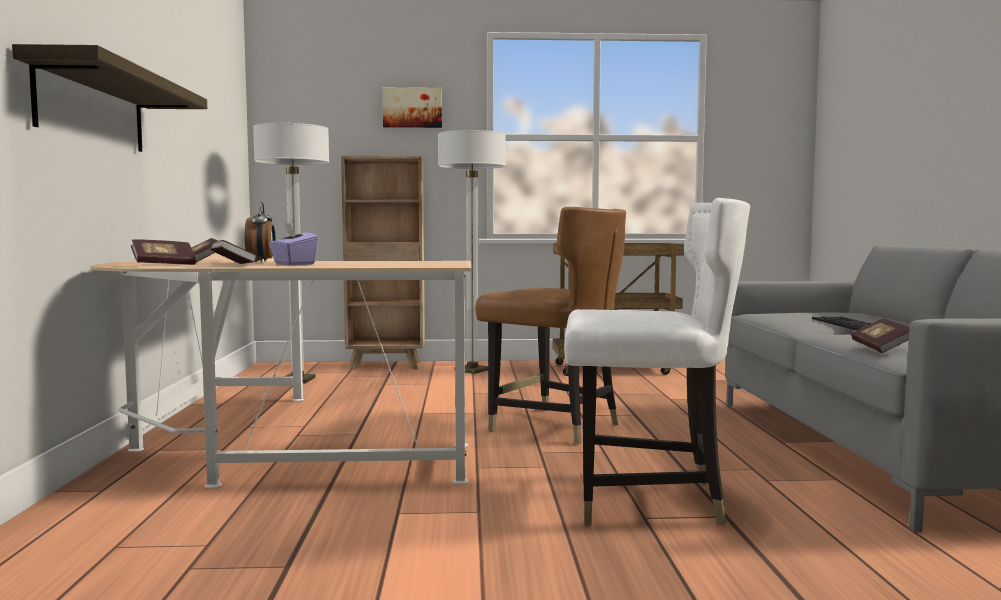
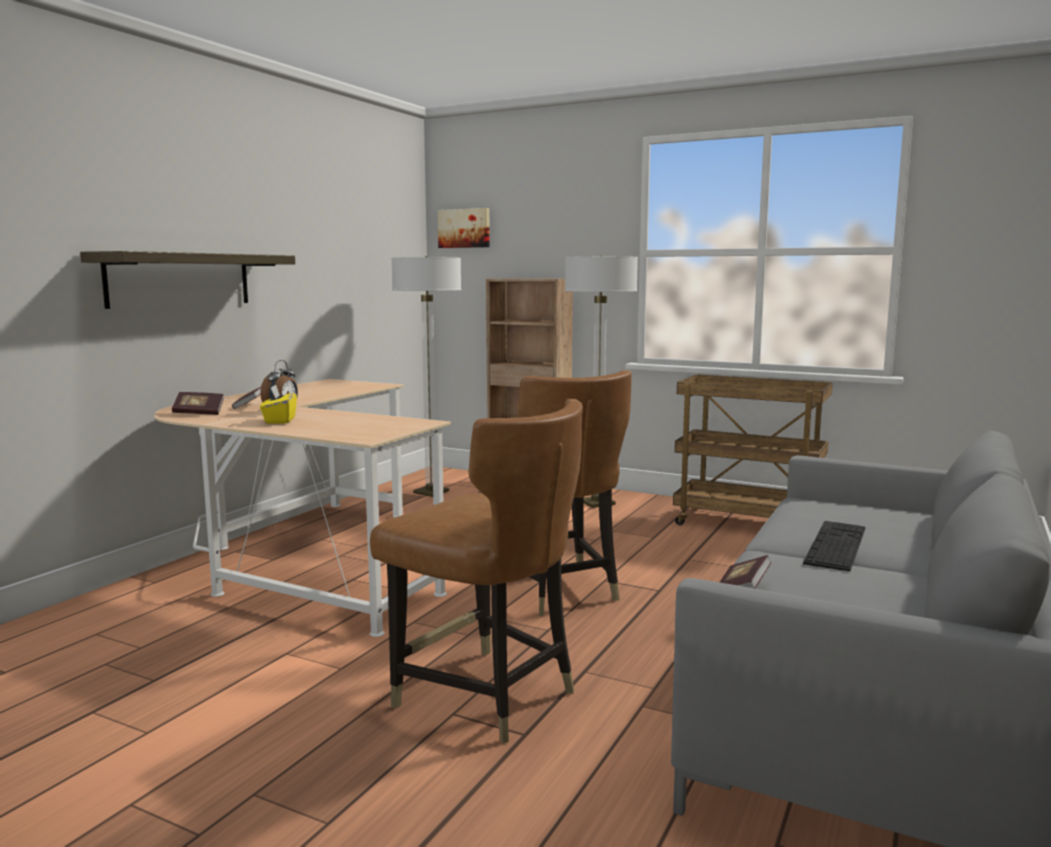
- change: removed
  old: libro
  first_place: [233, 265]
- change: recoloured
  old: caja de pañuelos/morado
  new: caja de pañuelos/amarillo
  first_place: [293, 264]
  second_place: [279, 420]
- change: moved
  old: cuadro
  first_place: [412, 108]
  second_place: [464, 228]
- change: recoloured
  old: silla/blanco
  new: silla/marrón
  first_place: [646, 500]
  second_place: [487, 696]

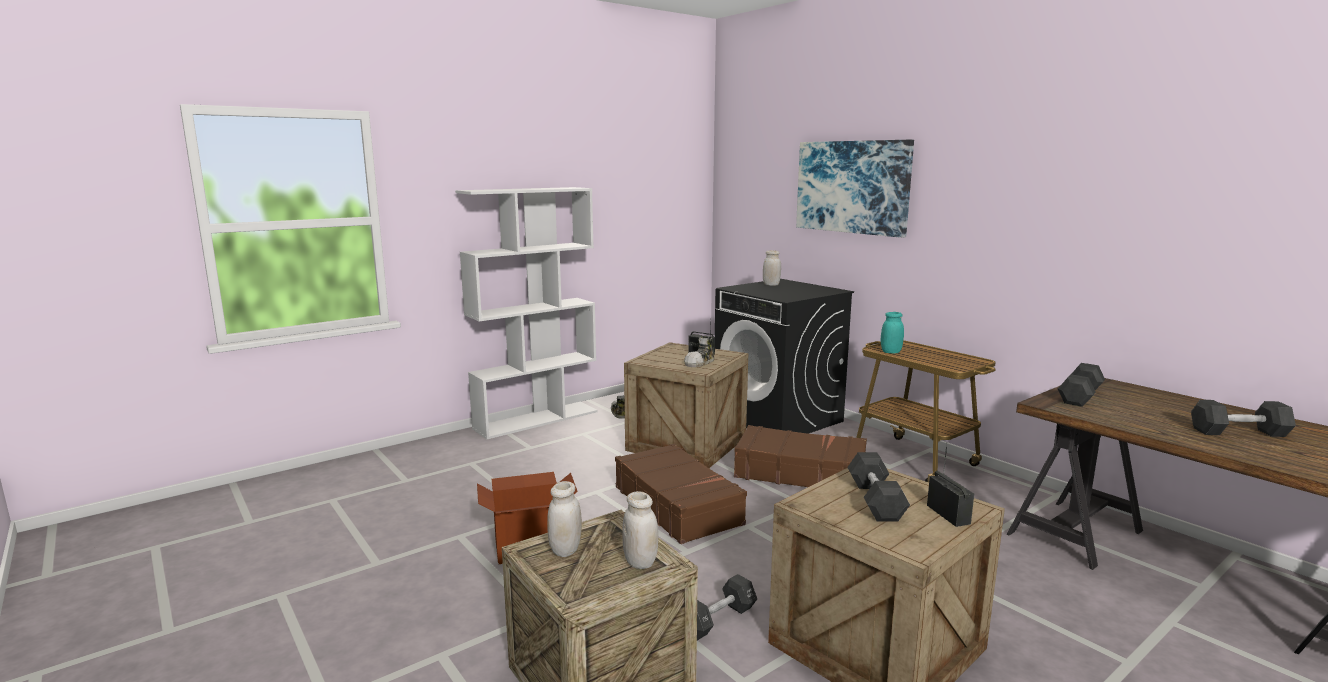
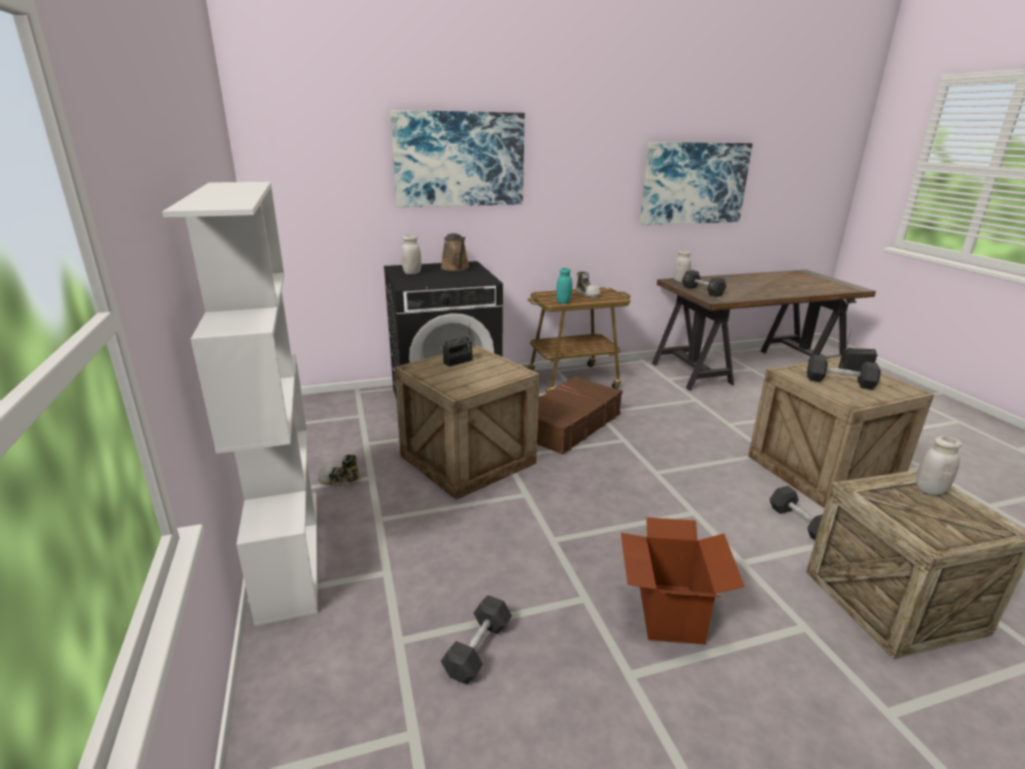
- change: moved
  old: tarro/blanco
  first_place: [565, 550]
  second_place: [680, 281]
- change: removed
  old: maleta/marrón
  first_place: [678, 505]
- change: moved
  old: zapato
  first_place: [700, 362]
  second_place: [587, 293]
- change: moved
  old: mancuerna/negro
  first_place: [1239, 432]
  second_place: [478, 649]
- change: added
  new: regadera/marrón
  second_place: [456, 268]
- change: added
  new: cuadro
  second_place: [694, 183]

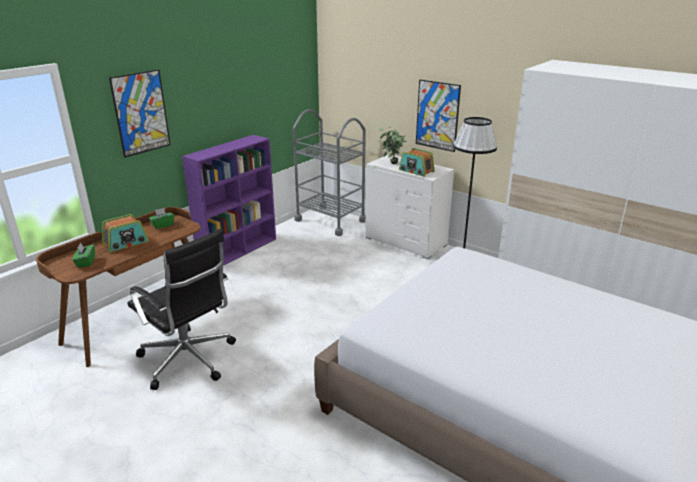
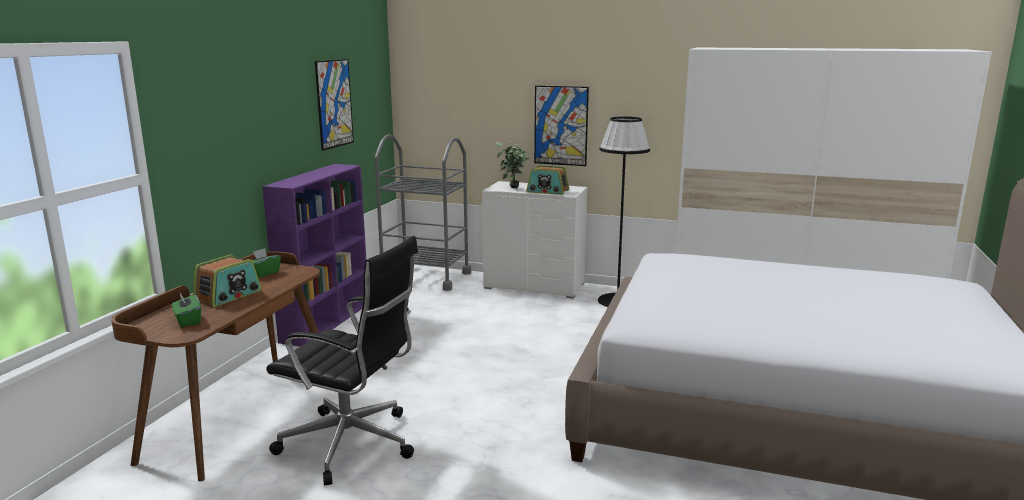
- change: moved
  old: cuadro
  first_place: [141, 113]
  second_place: [334, 103]

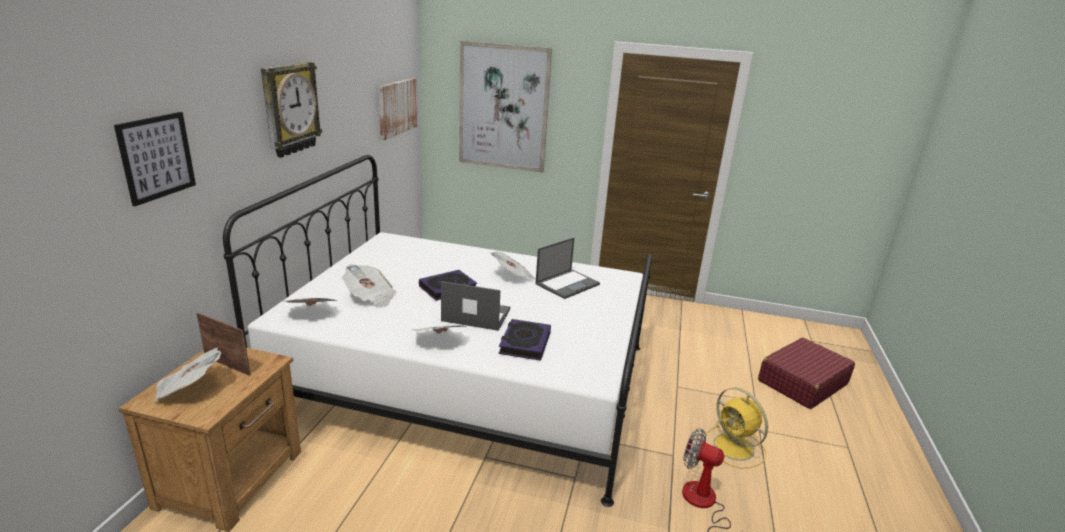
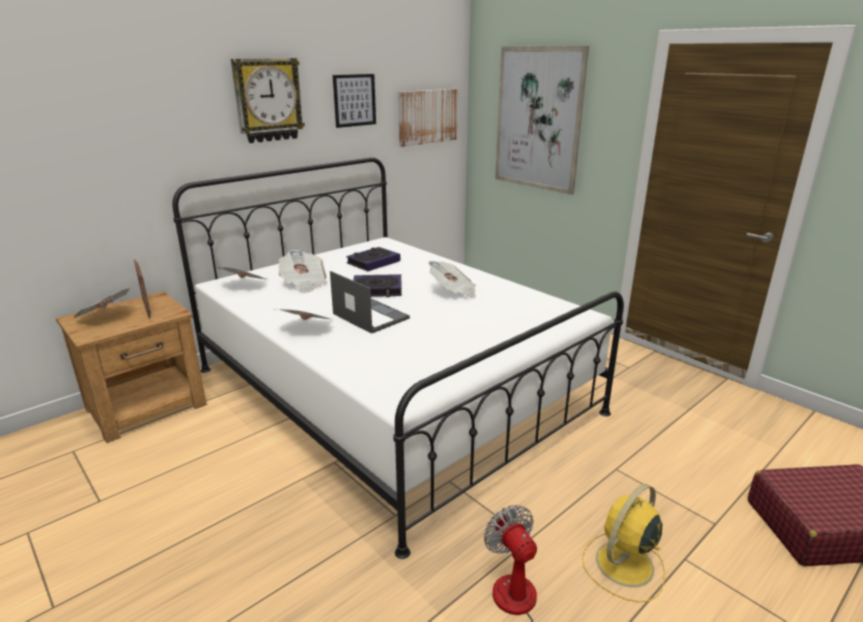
- change: moved
  old: cuadro
  first_place: [157, 157]
  second_place: [354, 100]
- change: moved
  old: libro
  first_place: [524, 343]
  second_place: [373, 262]
- change: removed
  old: portátil
  first_place: [567, 284]
- change: turned
  old: ventilador/amarillo
  first_place: [735, 448]
  second_place: [623, 565]
  degrees: 45

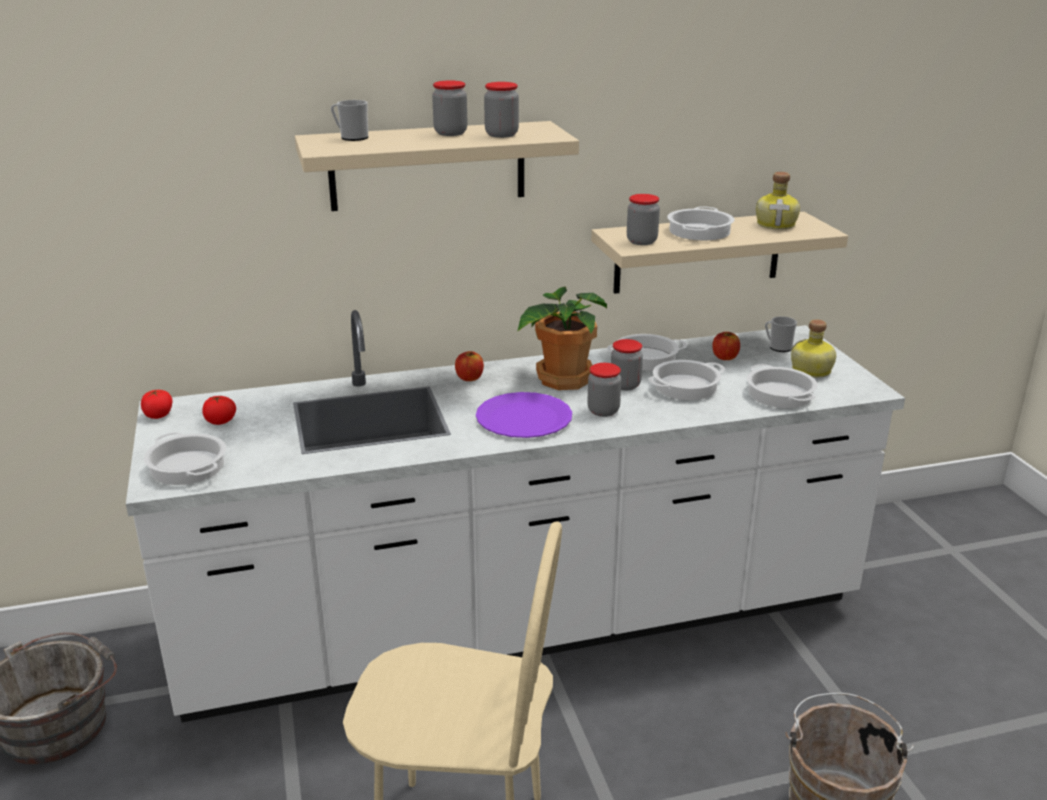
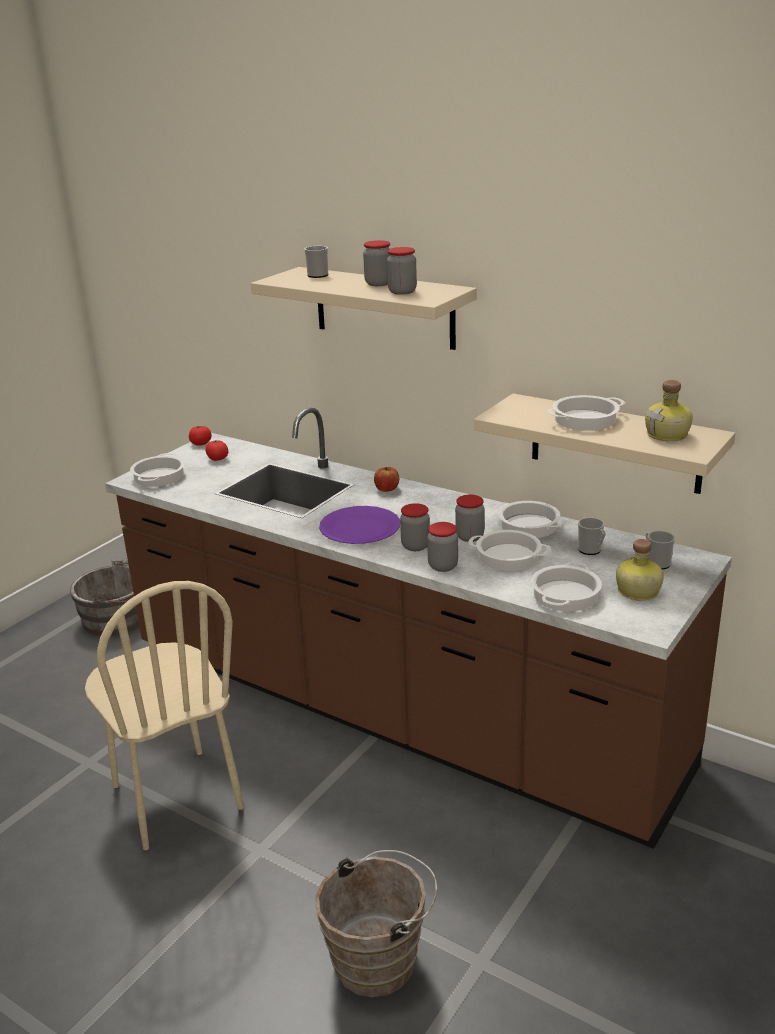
- change: recoloured
  old: mueble bajo de cocina/blanco
  new: mueble bajo de cocina/marrón
  first_place: [523, 622]
  second_place: [395, 709]
- change: removed
  old: planta en maceta
  first_place: [562, 379]
- change: moved
  old: tarro
  first_place: [641, 241]
  second_place: [443, 566]
- change: replaced
  old: manzana
  new: taza grande
  first_place: [725, 357]
  second_place: [591, 550]

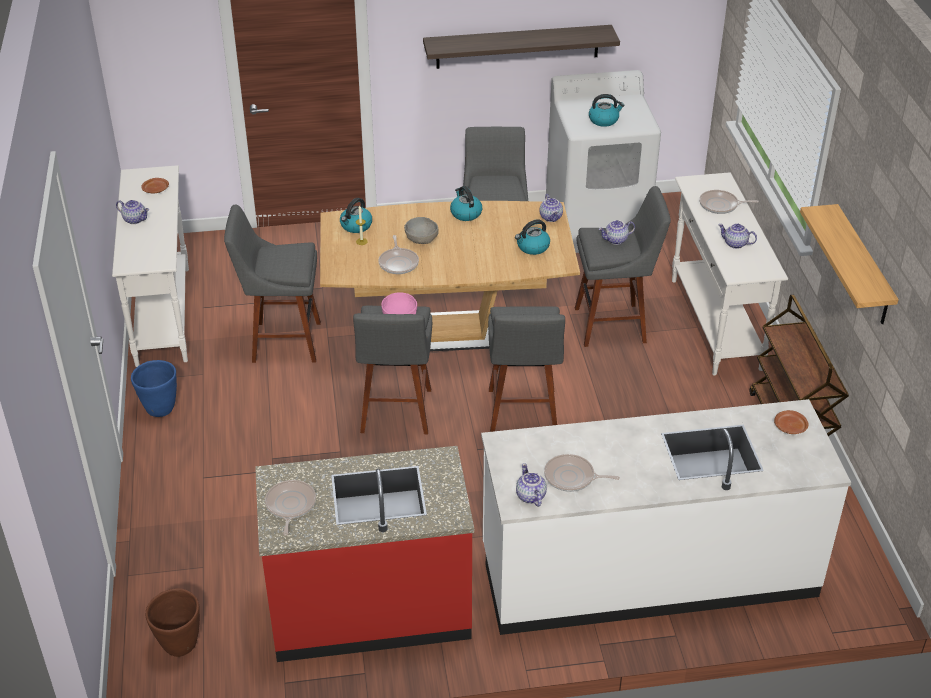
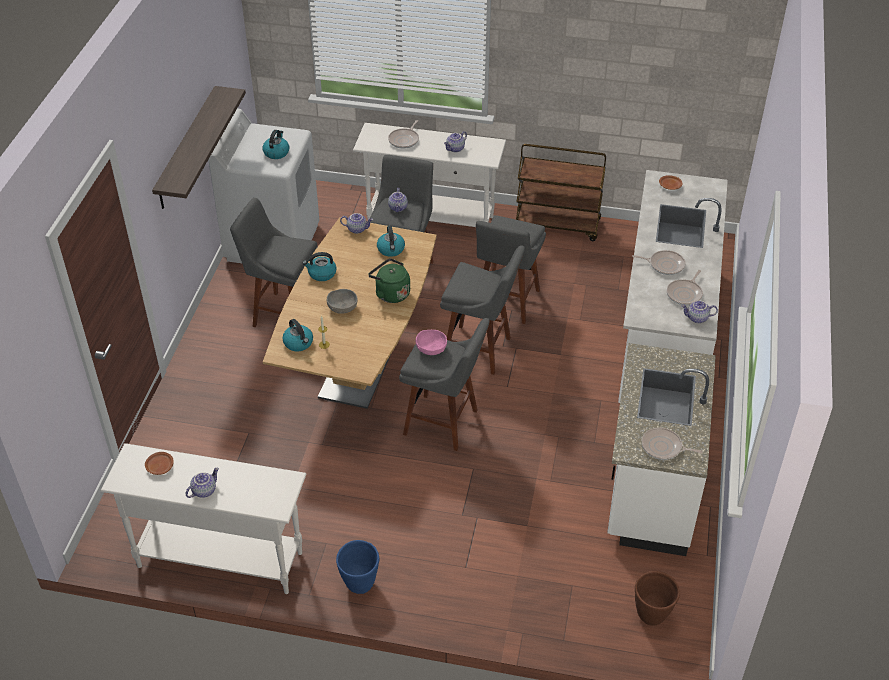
- change: moved
  old: taburete/gris
  first_place: [282, 342]
  second_place: [506, 303]
- change: recoloured
  old: mueble bajo de cocina/rojo
  new: mueble bajo de cocina/blanco
  first_place: [370, 608]
  second_place: [650, 489]
- change: moved
  old: sartén
  first_place: [398, 263]
  second_place: [664, 265]
- change: removed
  old: estante
  first_place: [863, 267]
- change: added
  new: hervidor/verde
  second_place: [391, 293]

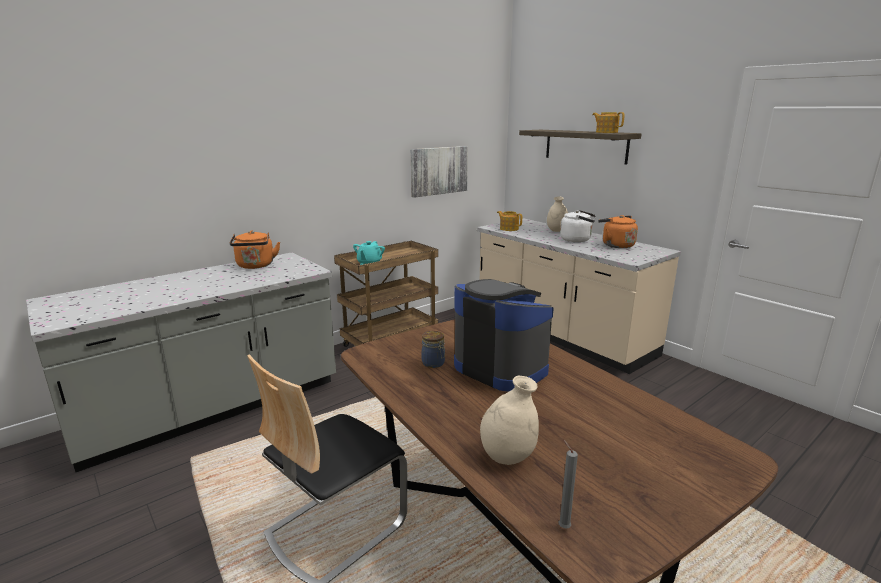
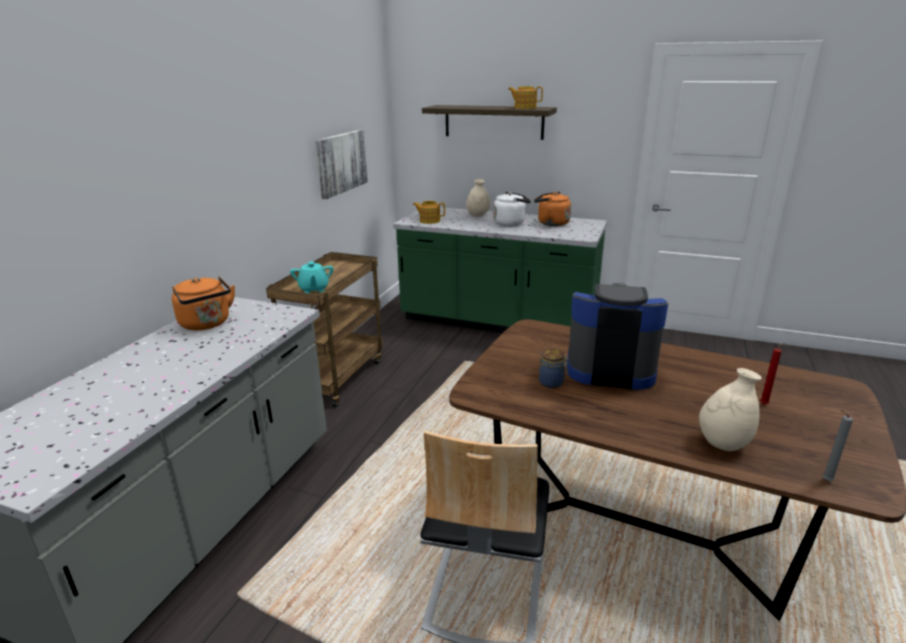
- change: recoloured
  old: mueble bajo de cocina/beis
  new: mueble bajo de cocina/verde
  first_place: [561, 334]
  second_place: [498, 322]
- change: added
  new: vela/rojo
  second_place: [765, 404]

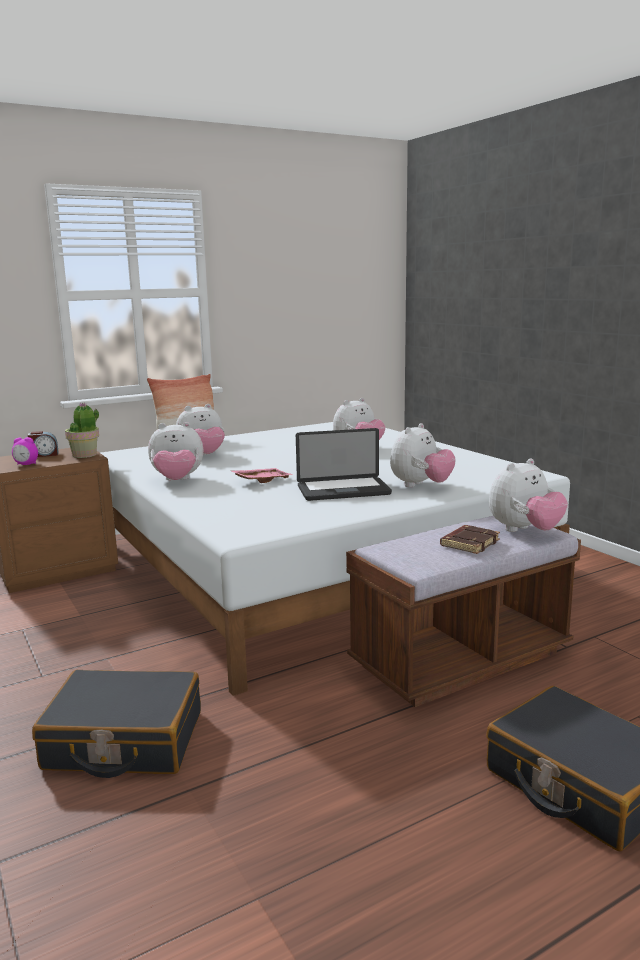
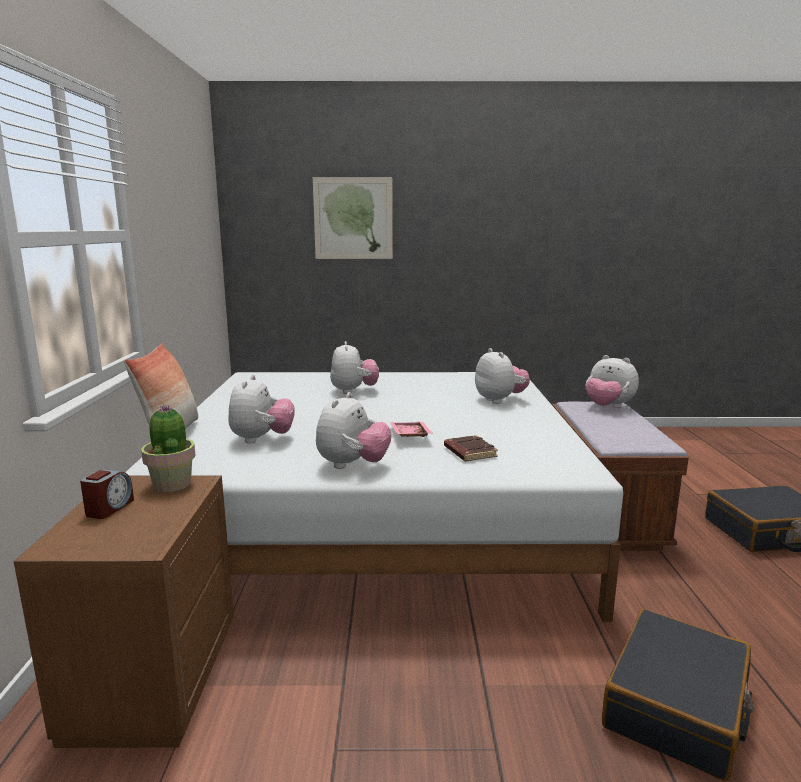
- change: removed
  old: despertador
  first_place: [26, 464]
- change: removed
  old: portátil
  first_place: [343, 490]
- change: moved
  old: libro/marrón
  first_place: [469, 543]
  second_place: [469, 452]
- change: turned
  old: peluche
  first_place: [524, 531]
  second_place: [608, 407]
  degrees: 135
- change: added
  new: cuadro
  second_place: [353, 218]

